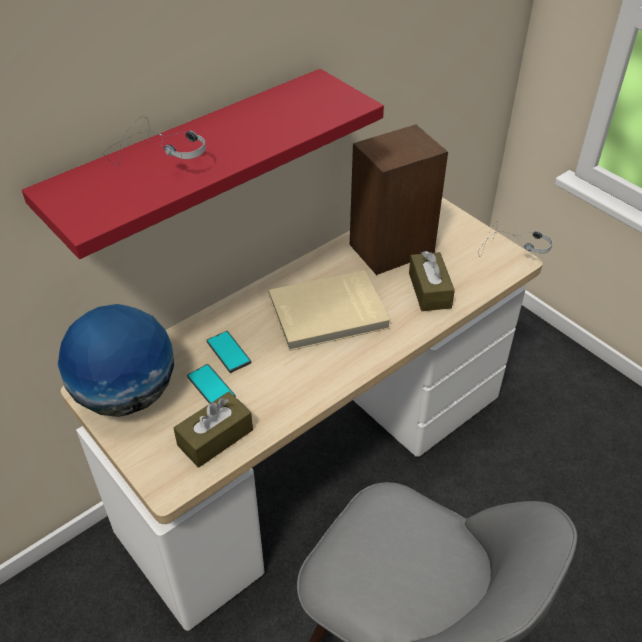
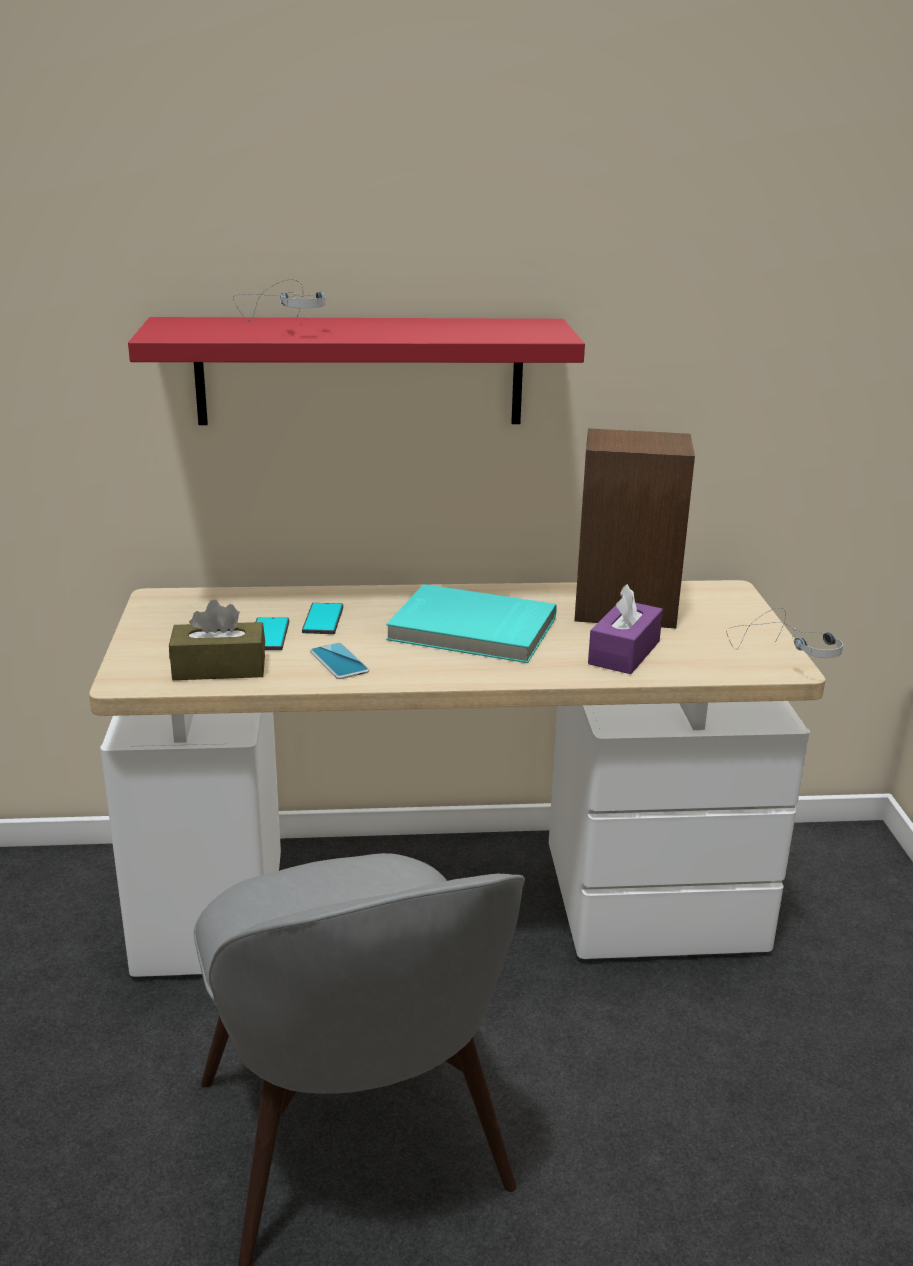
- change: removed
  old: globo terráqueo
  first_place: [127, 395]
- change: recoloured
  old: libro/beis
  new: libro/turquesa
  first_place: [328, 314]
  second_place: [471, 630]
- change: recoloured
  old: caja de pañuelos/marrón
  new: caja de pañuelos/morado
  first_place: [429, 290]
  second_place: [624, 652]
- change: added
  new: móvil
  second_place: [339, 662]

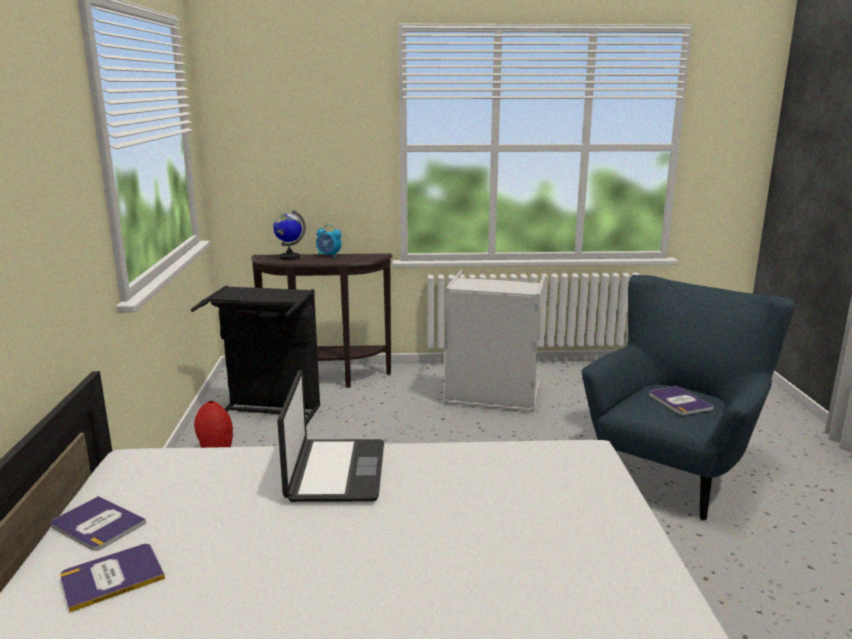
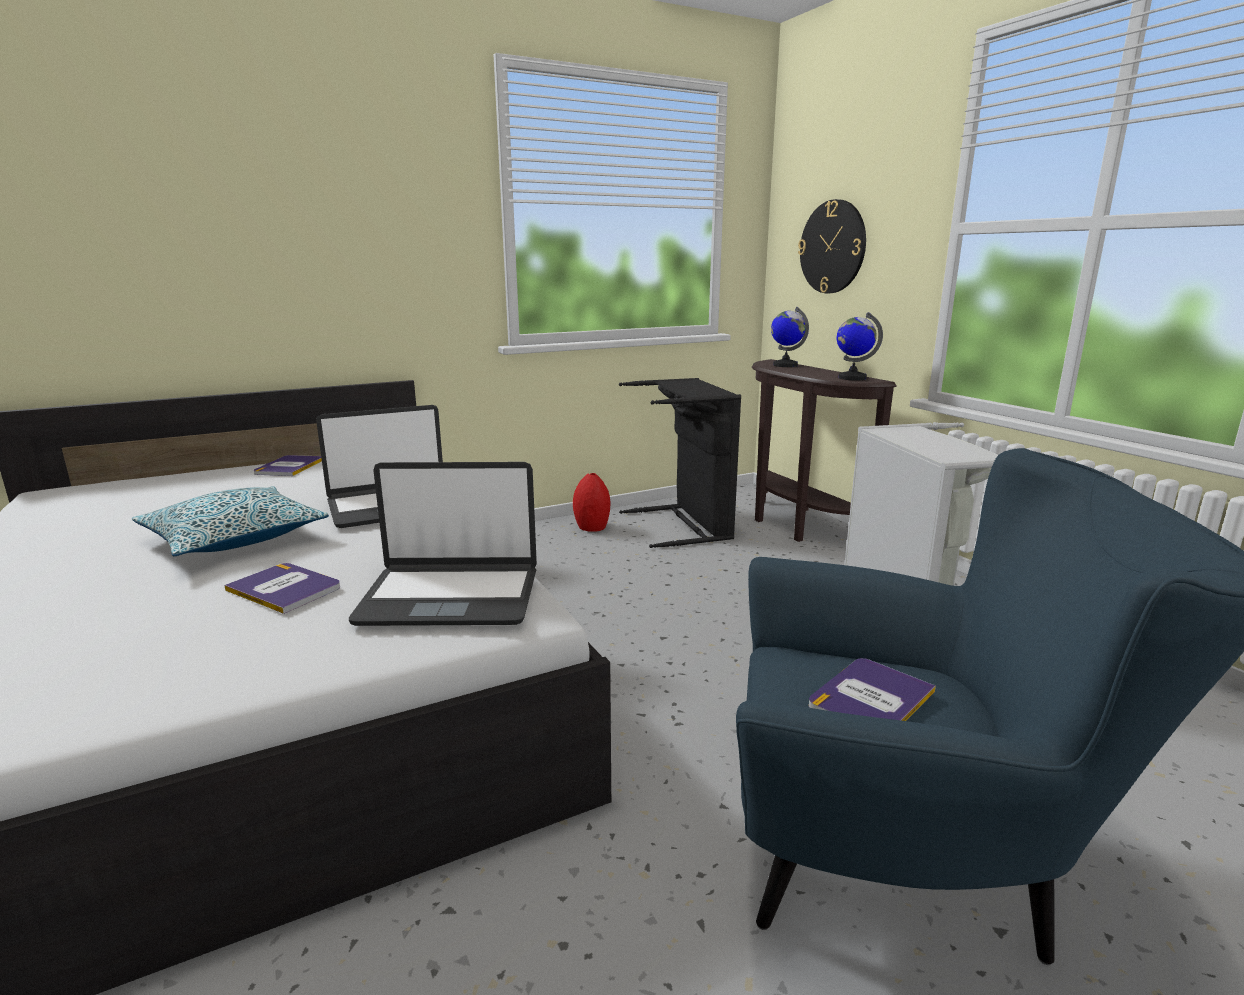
- change: moved
  old: libro
  first_place: [112, 577]
  second_place: [285, 589]
- change: removed
  old: despertador
  first_place: [329, 256]
- change: added
  new: cojín
  second_place: [234, 538]
- change: added
  new: portátil
  second_place: [450, 597]
- change: added
  new: reloj de pared
  second_place: [832, 247]
- change: added
  new: globo terráqueo
  second_place: [852, 378]

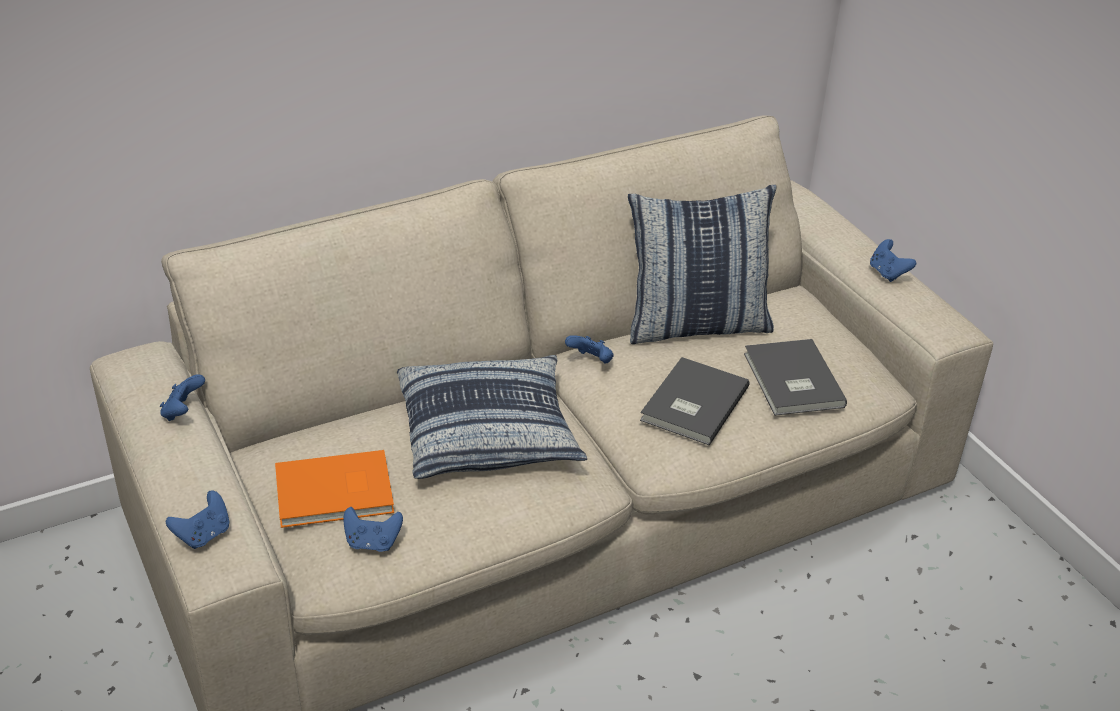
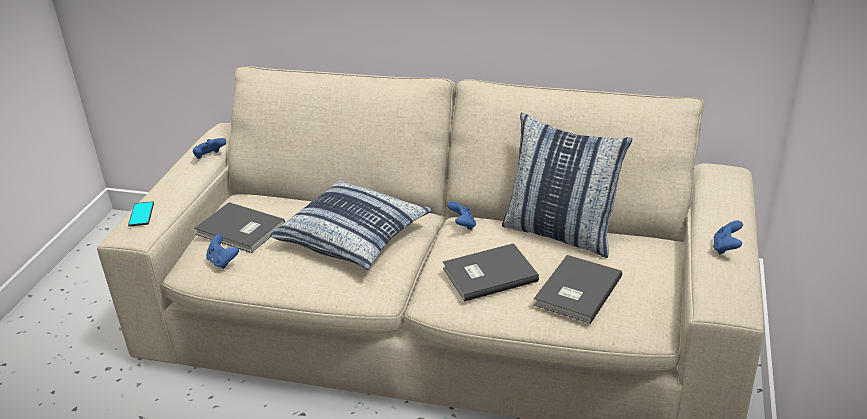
- change: replaced
  old: mando de consola/azul
  new: móvil
  first_place: [203, 535]
  second_place: [141, 214]
- change: recoloured
  old: libro/naranja
  new: libro/gris
  first_place: [336, 493]
  second_place: [240, 231]

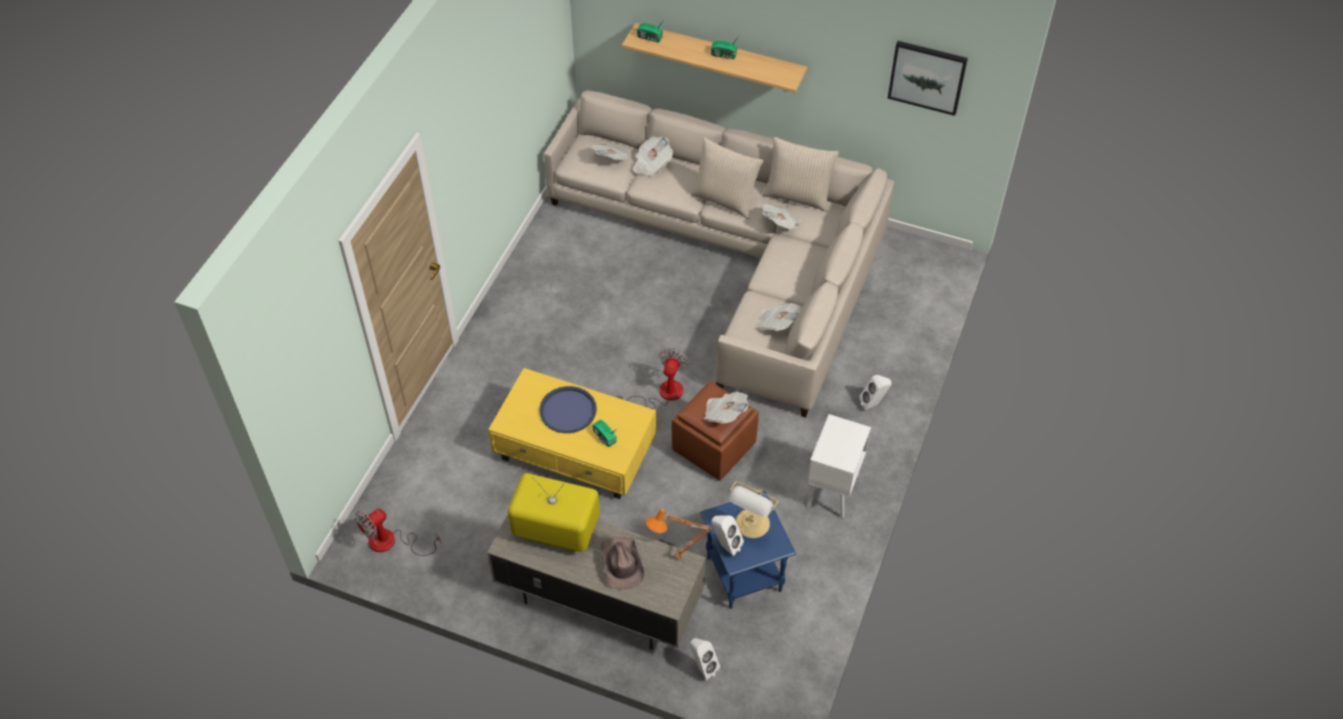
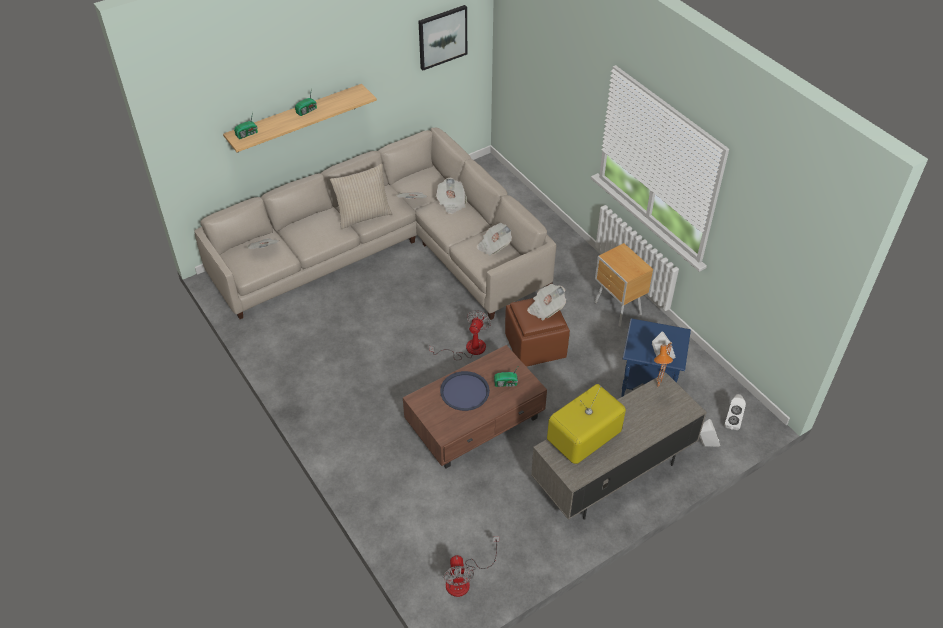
- change: recoloured
  old: mesa de centro/amarillo
  new: mesa de centro/marrón
  first_place: [576, 451]
  second_place: [476, 421]
- change: removed
  old: sombrero/marrón
  first_place: [621, 564]
- change: turned
  old: ventilador
  first_place: [662, 393]
  second_place: [468, 349]
  degrees: 60
- change: moved
  old: periódico
  first_place: [652, 164]
  second_place: [451, 203]
- change: removed
  old: lámpara de mesa
  first_place: [751, 525]
- change: removed
  old: cojín/beis
  first_place: [798, 196]
- change: recoloured
  old: mesita de noche/blanco
  new: mesita de noche/marrón
  first_place: [831, 492]
  second_place: [618, 309]
- change: moved
  old: altavoz/blanco
  first_place: [873, 404]
  second_place: [732, 421]

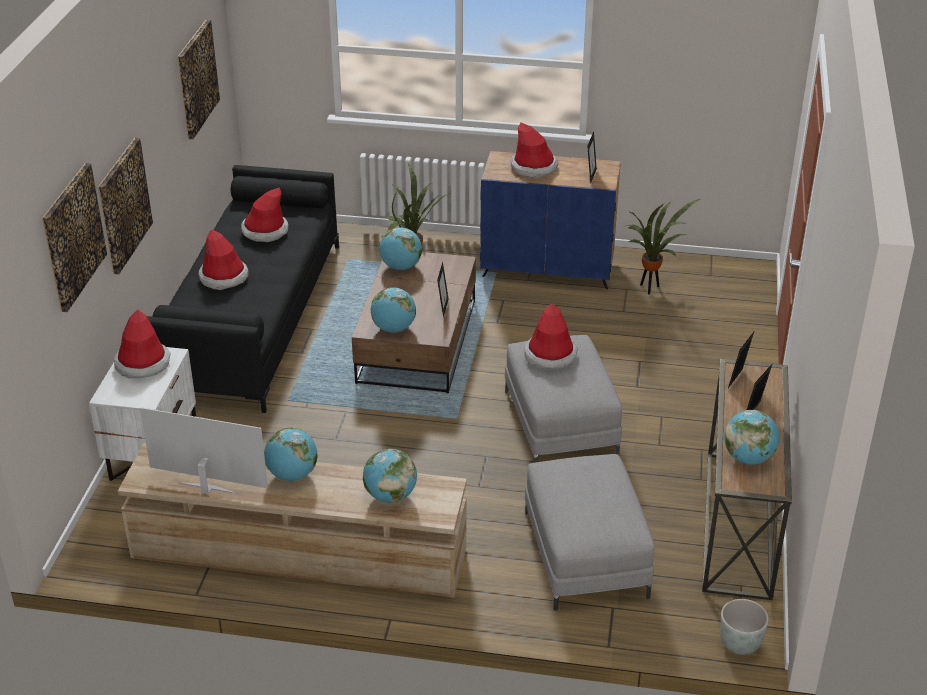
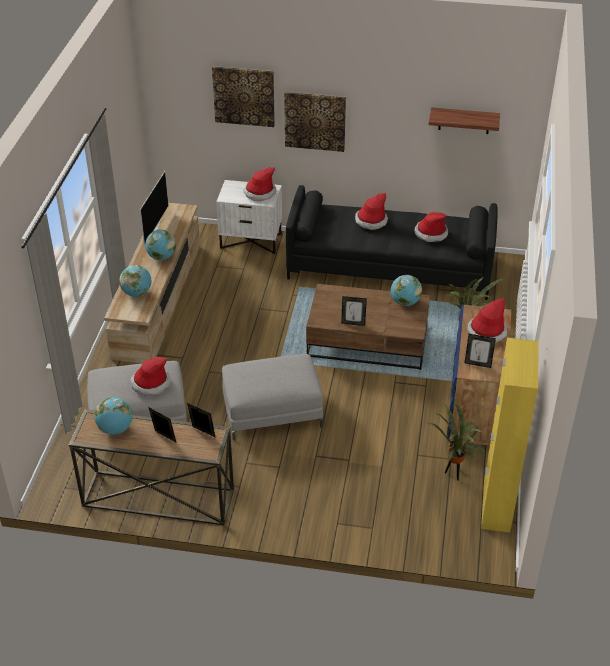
- change: replaced
  old: cuadro
  new: estante
  first_place: [196, 78]
  second_place: [464, 121]
- change: removed
  old: globo terráqueo
  first_place: [394, 329]
- change: moved
  old: sombrero
  first_place: [550, 355]
  second_place: [151, 383]
- change: removed
  old: maceta/gris
  first_place: [739, 644]
- change: added
  new: armario/amarillo
  second_place: [496, 506]

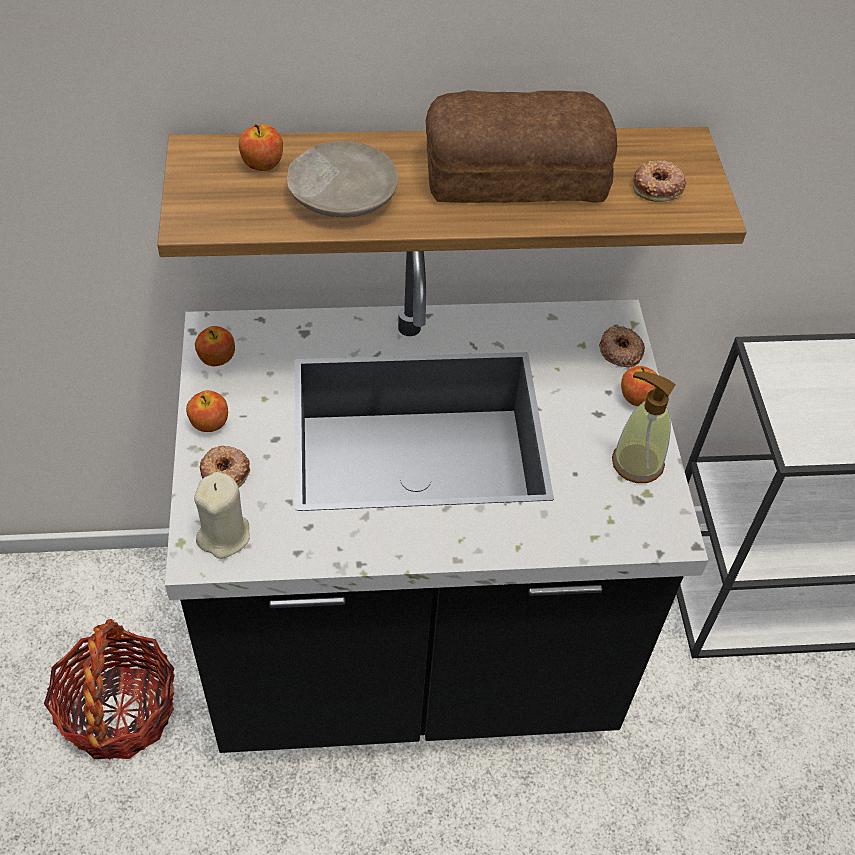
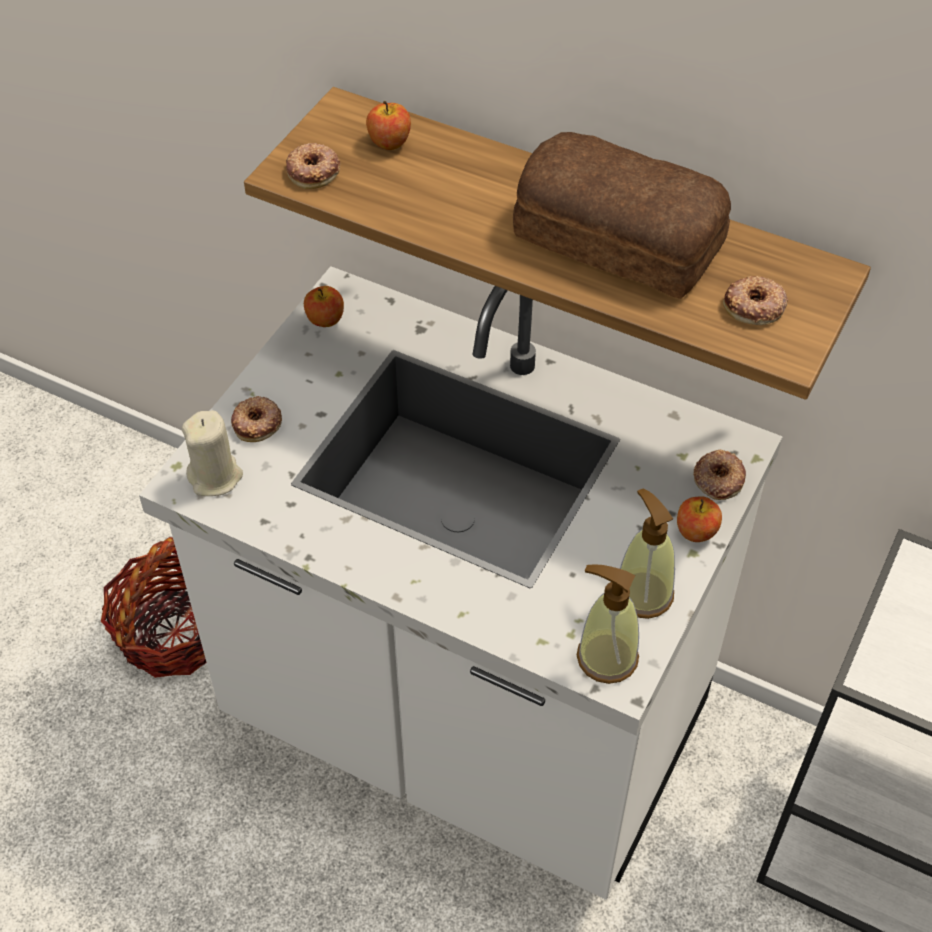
- change: recoloured
  old: mueble bajo de cocina/negro
  new: mueble bajo de cocina/blanco
  first_place: [412, 655]
  second_place: [466, 722]
- change: removed
  old: manzana
  first_place: [209, 423]
- change: removed
  old: plato/beis
  first_place: [342, 194]
- change: added
  new: rosquilla
  second_place: [313, 171]
- change: added
  new: dispensador de jabón
  second_place: [606, 657]

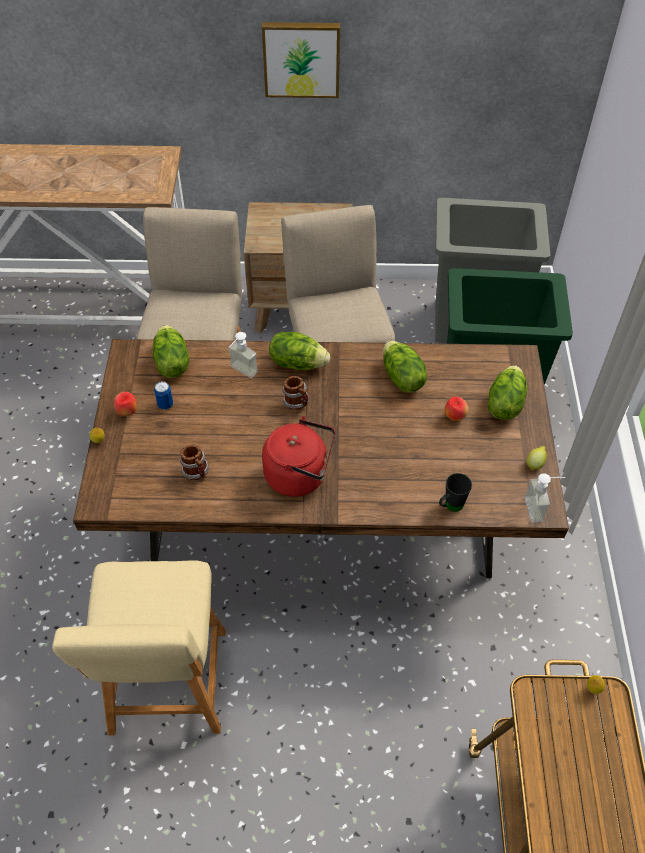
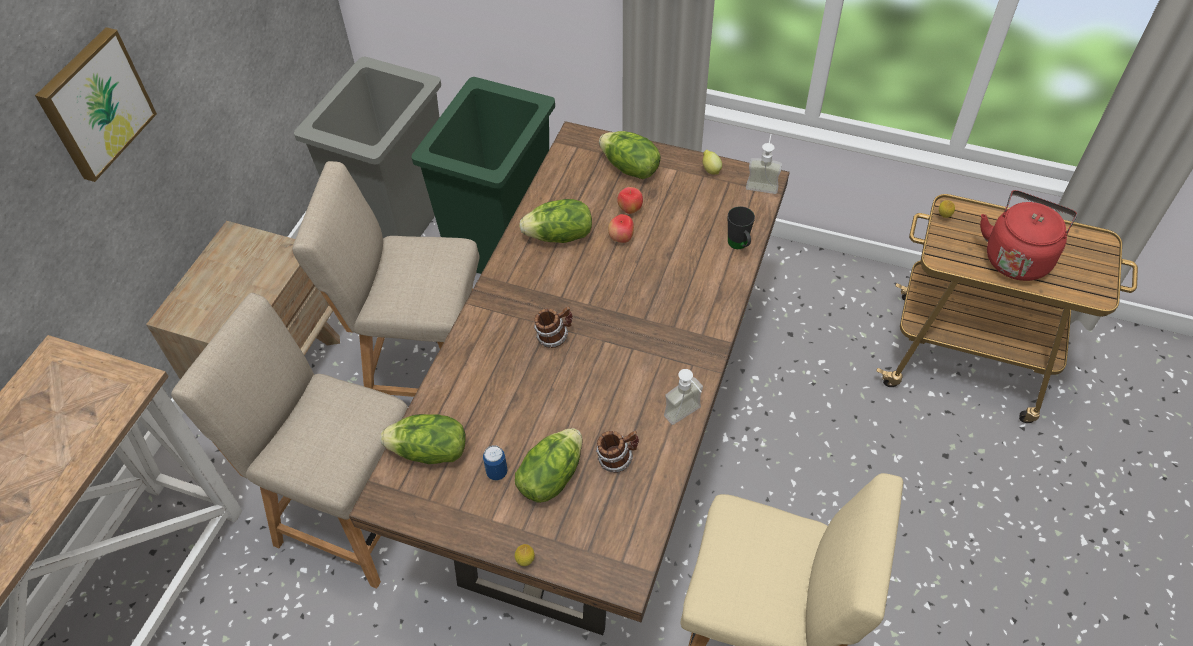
- change: moved
  old: manzana
  first_place: [127, 411]
  second_place: [621, 238]
- change: moved
  old: dispensador de jabón
  first_place: [240, 373]
  second_place: [687, 417]
- change: moved
  old: hervidor/rojo
  first_place: [300, 475]
  second_place: [1017, 257]
- change: moved
  old: lechuga
  first_place: [298, 362]
  second_place: [550, 476]

